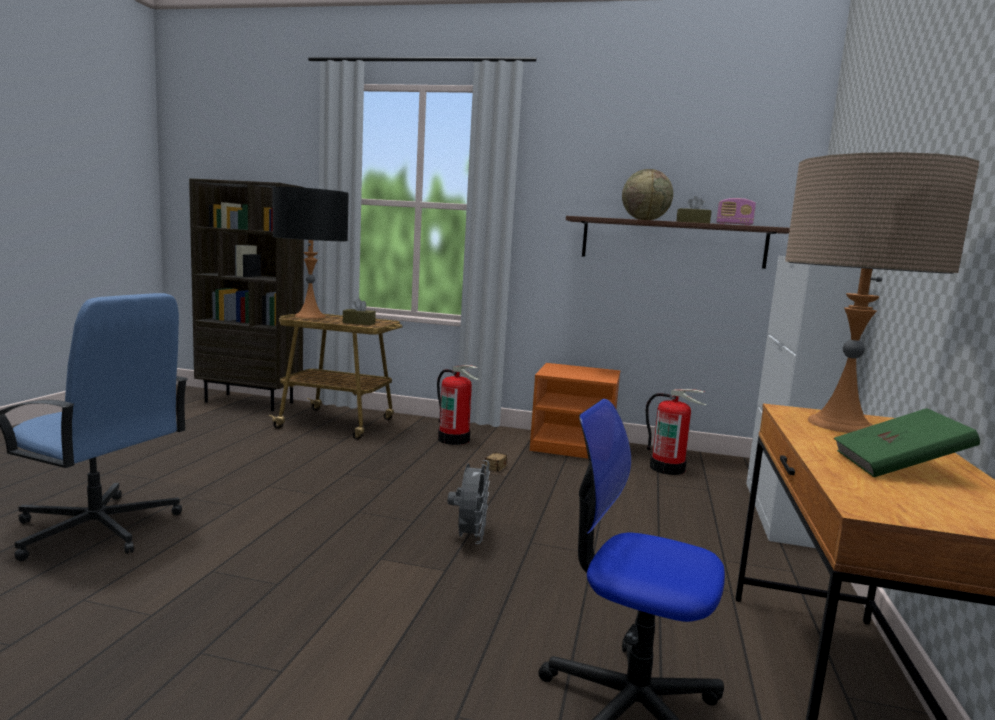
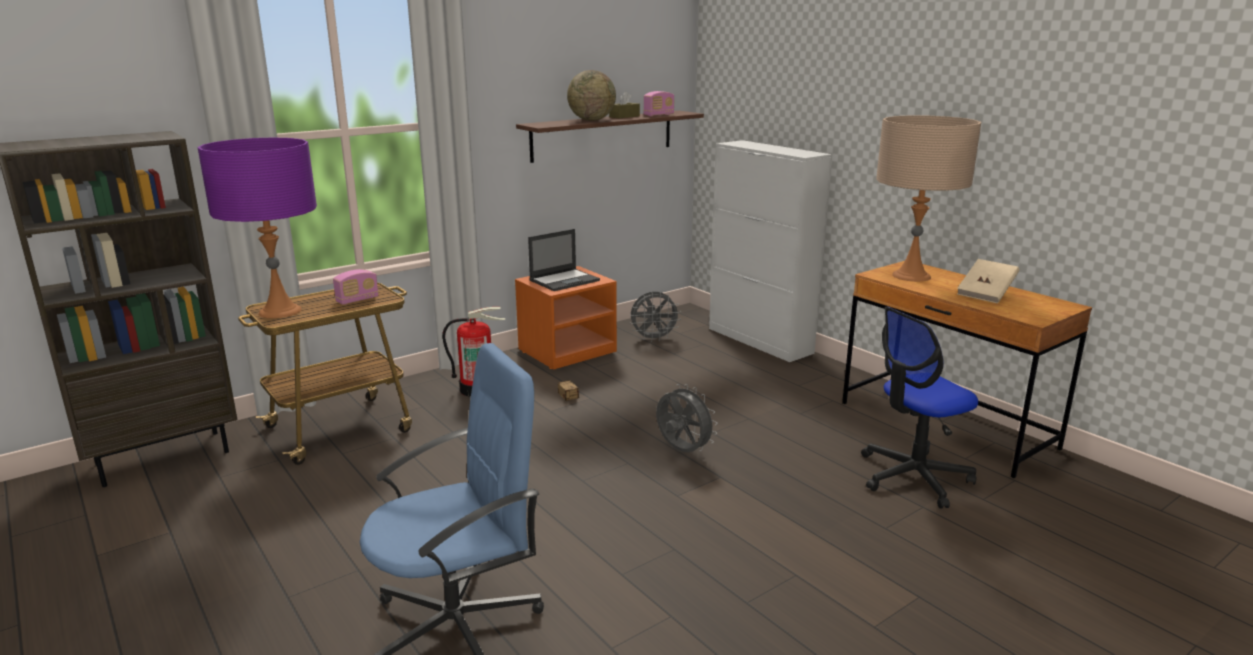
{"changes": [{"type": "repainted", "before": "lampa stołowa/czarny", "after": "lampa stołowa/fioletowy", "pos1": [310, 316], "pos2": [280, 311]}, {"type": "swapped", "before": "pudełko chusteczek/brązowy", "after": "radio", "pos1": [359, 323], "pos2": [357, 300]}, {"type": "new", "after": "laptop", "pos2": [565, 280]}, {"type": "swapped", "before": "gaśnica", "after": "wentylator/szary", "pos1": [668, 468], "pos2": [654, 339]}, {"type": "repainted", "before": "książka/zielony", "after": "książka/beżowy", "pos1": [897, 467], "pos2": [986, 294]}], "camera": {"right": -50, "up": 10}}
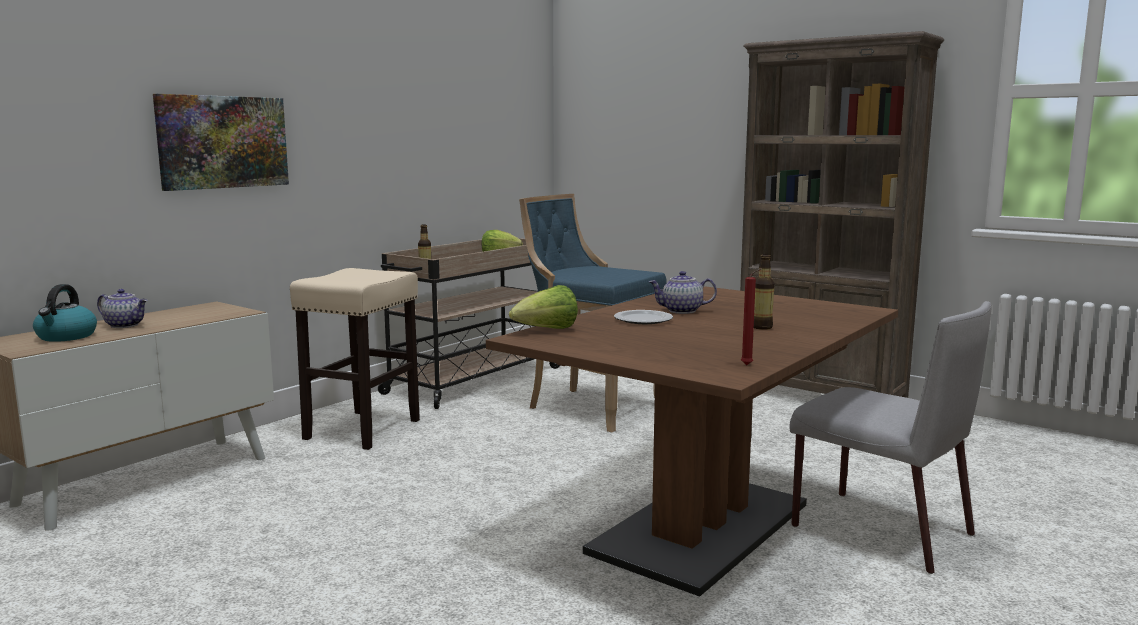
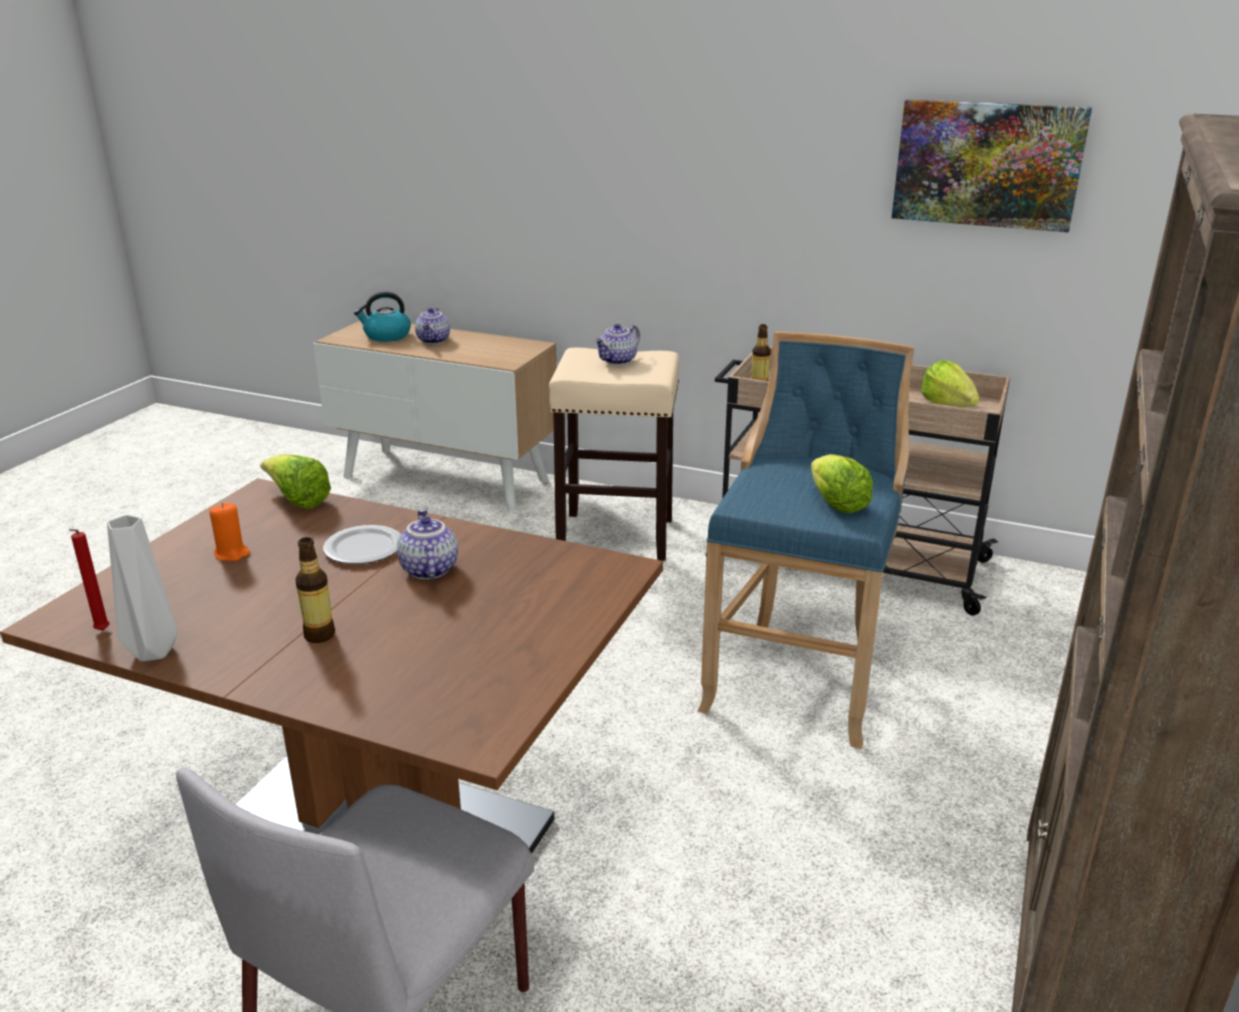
{"changes": [{"type": "new", "after": "wazon/szary", "pos2": [152, 651]}, {"type": "new", "after": "świeca/pomarańczowy", "pos2": [232, 554]}, {"type": "new", "after": "imbryk", "pos2": [618, 361]}, {"type": "new", "after": "sałata", "pos2": [836, 504]}, {"type": "shifted", "before": "obraz", "pos1": [223, 142], "pos2": [987, 164]}], "camera": {"right": 75, "up": 15}}
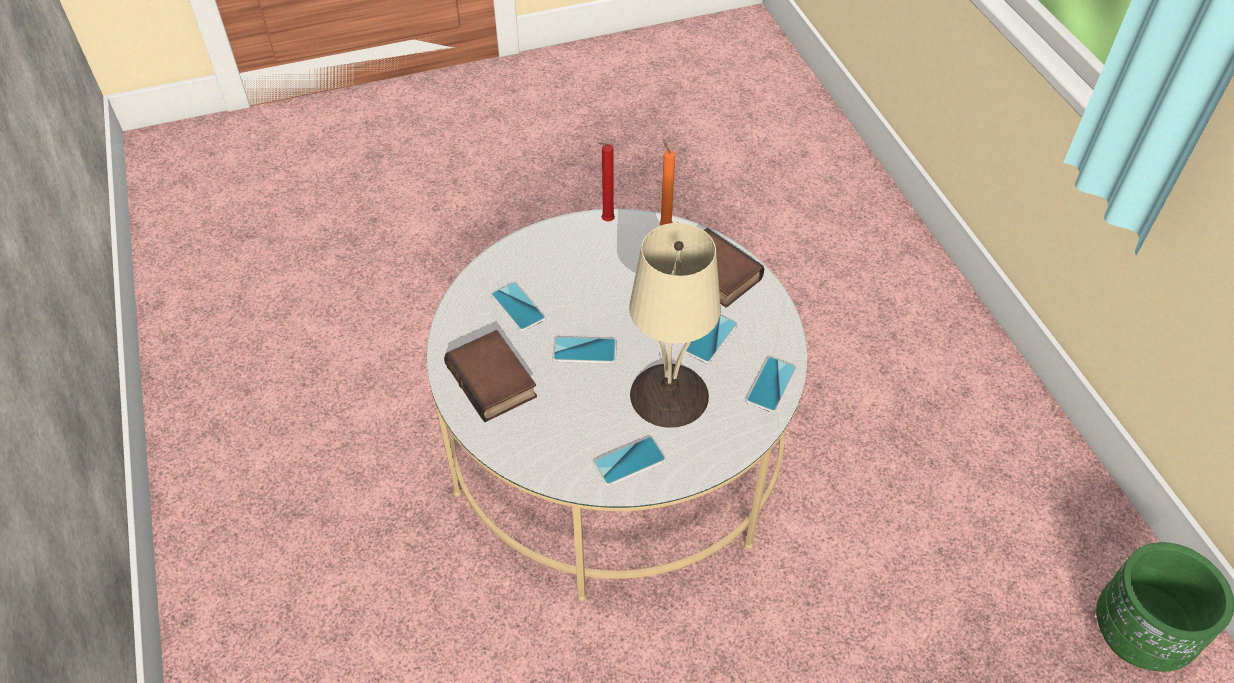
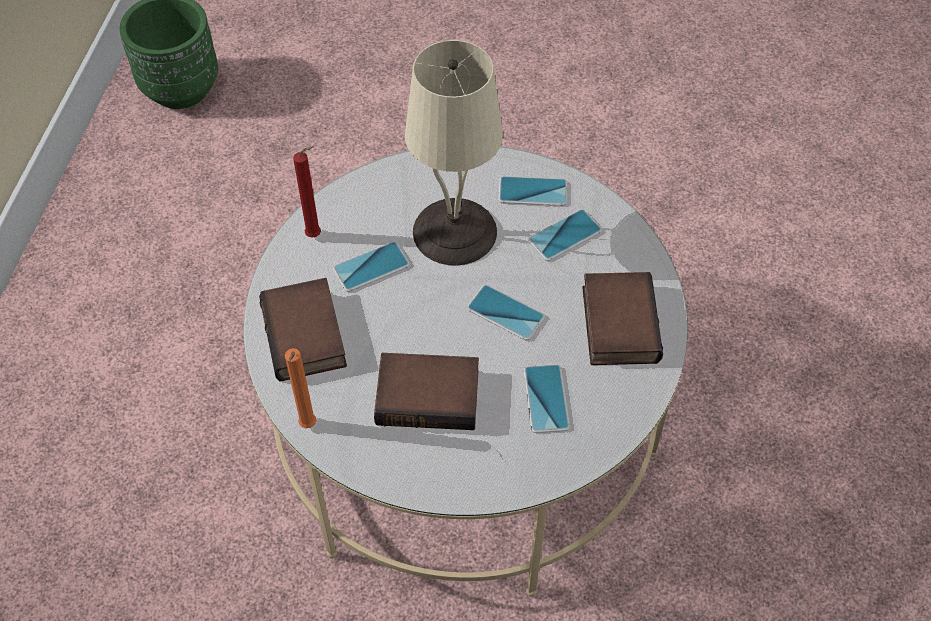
{"changes": [{"type": "shifted", "before": "świeca/czerwony", "pos1": [606, 221], "pos2": [316, 235]}, {"type": "new", "after": "książka", "pos2": [429, 395]}, {"type": "shifted", "before": "telefon", "pos1": [771, 385], "pos2": [564, 235]}], "camera": {"right": -150, "up": 5}}
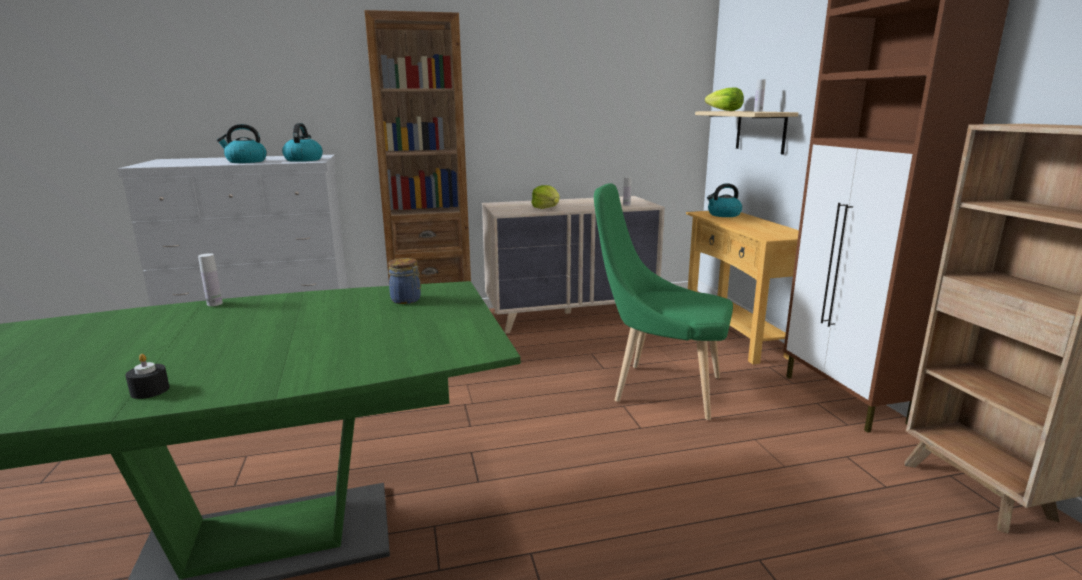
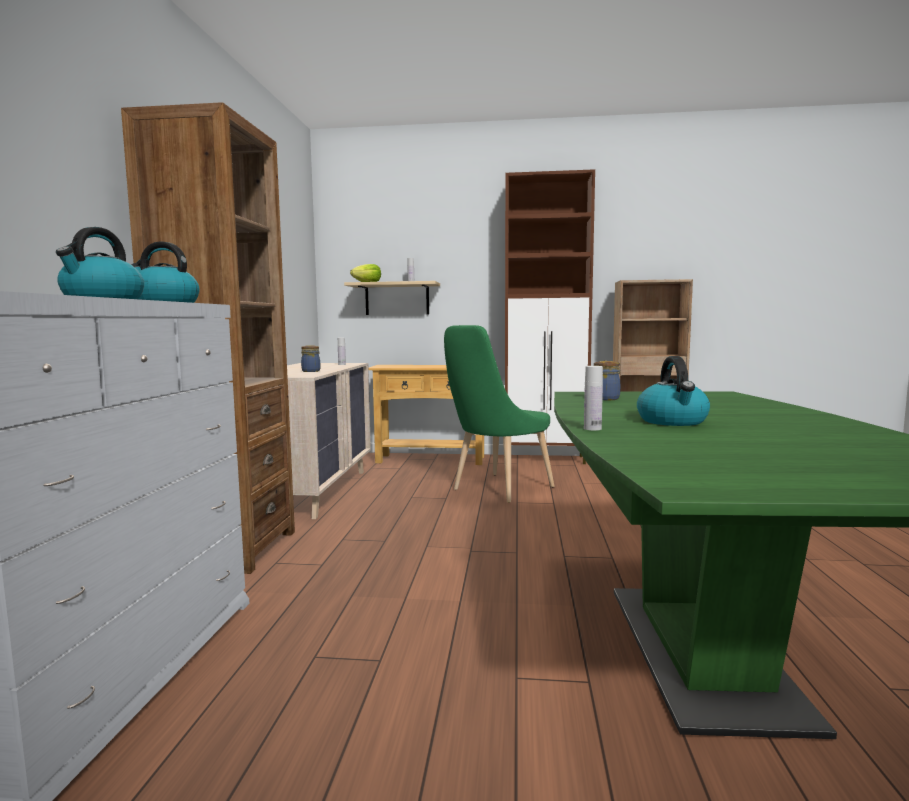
{"changes": [{"type": "swapped", "before": "sałata", "after": "słoik", "pos1": [546, 208], "pos2": [311, 371]}, {"type": "shifted", "before": "czajnik", "pos1": [723, 215], "pos2": [673, 421]}, {"type": "gone", "before": "świeca/czarny", "pos1": [150, 390]}], "camera": {"right": -70, "up": -10}}
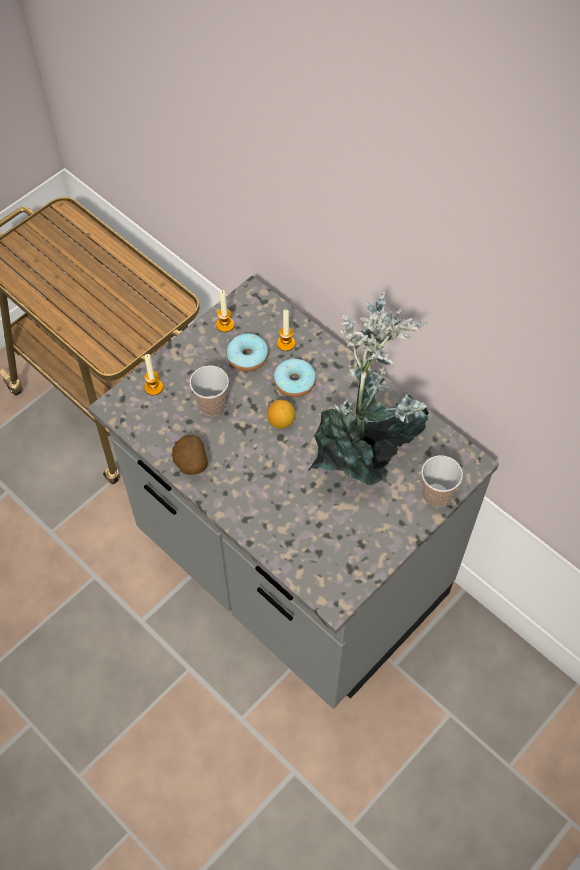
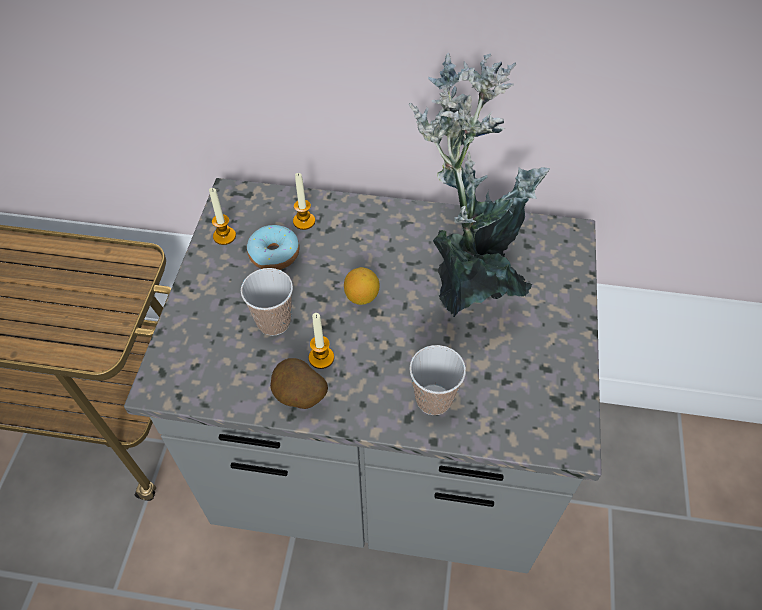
{"changes": [{"type": "shifted", "before": "świeca", "pos1": [153, 387], "pos2": [321, 358]}, {"type": "shifted", "before": "filiżanka", "pos1": [436, 495], "pos2": [433, 399]}, {"type": "gone", "before": "donut", "pos1": [294, 382]}], "camera": {"right": -35, "up": -5}}
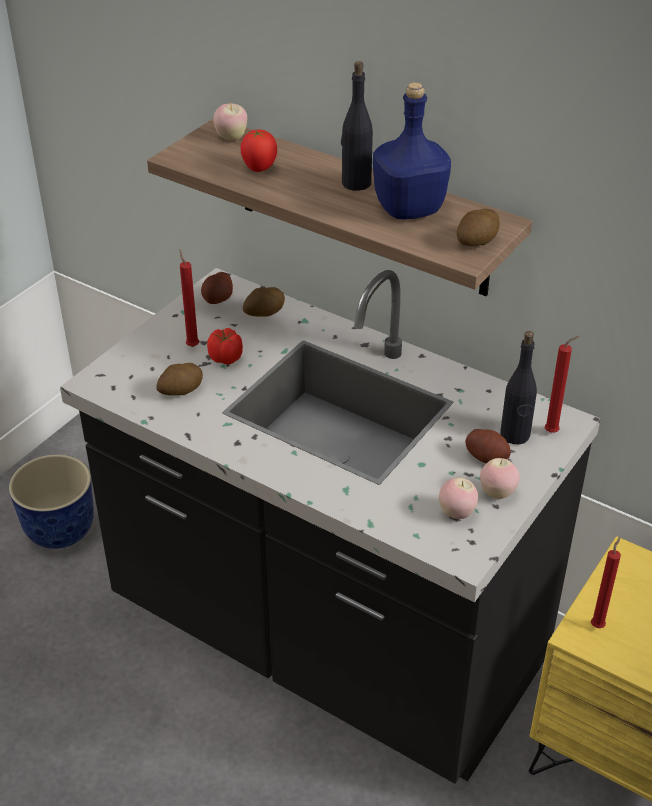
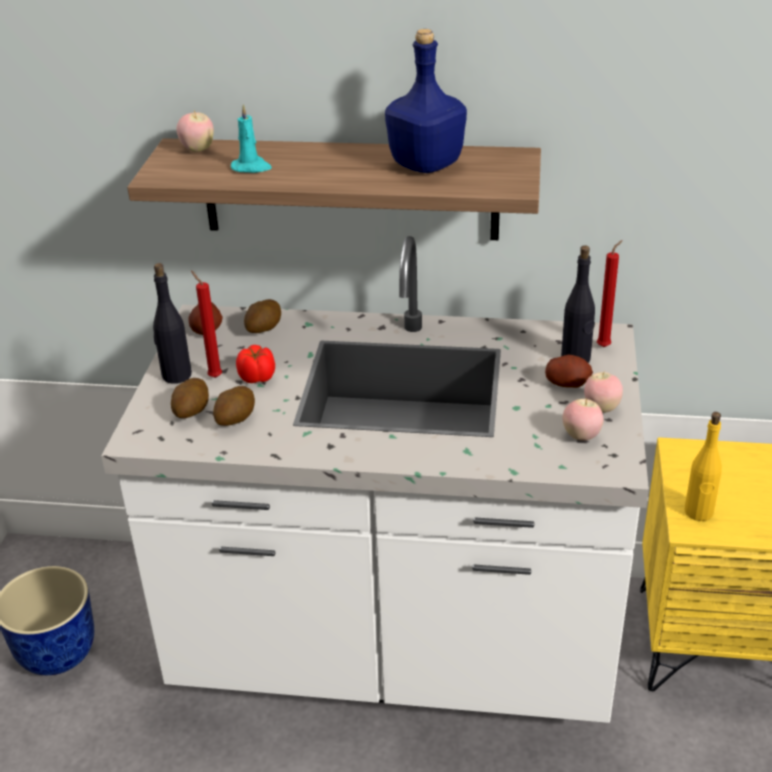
{"changes": [{"type": "repainted", "before": "zabudowa kuchenna/czarny", "after": "zabudowa kuchenna/biały", "pos1": [326, 638], "pos2": [395, 649]}, {"type": "shifted", "before": "butelka/czarny", "pos1": [356, 183], "pos2": [176, 375]}, {"type": "shifted", "before": "ziemniak", "pos1": [476, 242], "pos2": [192, 411]}, {"type": "swapped", "before": "pomidor", "after": "świeca/turkusowy", "pos1": [259, 169], "pos2": [251, 167]}, {"type": "swapped", "before": "świeca/czerwony", "after": "butelka/żółty", "pos1": [598, 624], "pos2": [698, 512]}], "camera": {"right": -25, "up": -5}}
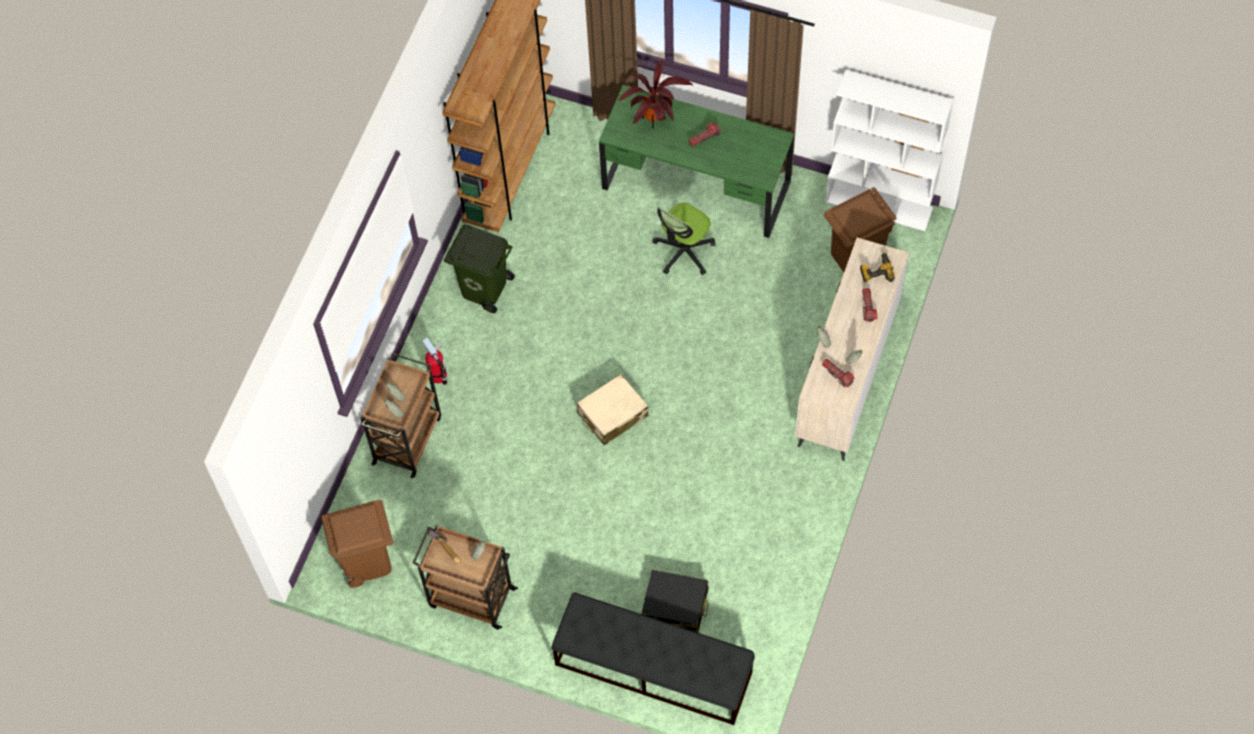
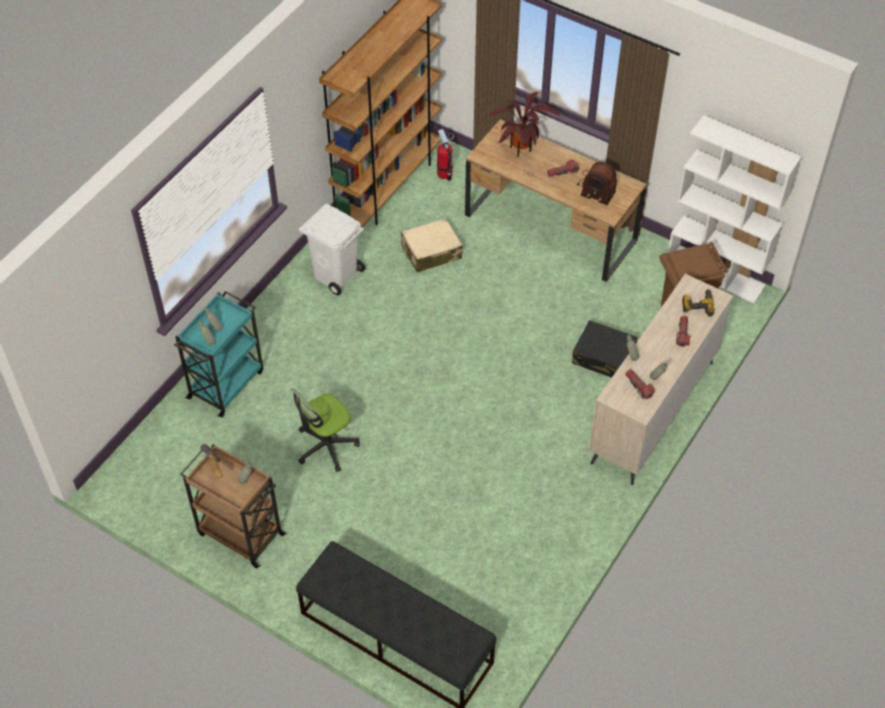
{"changes": [{"type": "repainted", "before": "wózek/brązowy", "after": "wózek/turkusowy", "pos1": [408, 438], "pos2": [227, 383]}, {"type": "shifted", "before": "krzesło biurowe", "pos1": [684, 251], "pos2": [326, 446]}, {"type": "repainted", "before": "kosz na śmieci/zielony", "after": "kosz na śmieci/biały", "pos1": [484, 288], "pos2": [336, 274]}, {"type": "shifted", "before": "walizka/beżowy", "pos1": [612, 414], "pos2": [431, 252]}, {"type": "shifted", "before": "gaśnica", "pos1": [438, 375], "pos2": [445, 173]}, {"type": "repainted", "before": "biurko/zielony", "after": "biurko/brązowy", "pos1": [696, 185], "pos2": [550, 228]}, {"type": "shifted", "before": "walizka/czarny", "pos1": [675, 605], "pos2": [603, 357]}, {"type": "new", "after": "radio", "pos2": [596, 187]}, {"type": "gone", "before": "kosz na śmieci/brązowy", "pos1": [367, 560]}], "camera": {"right": 10, "up": -10}}
